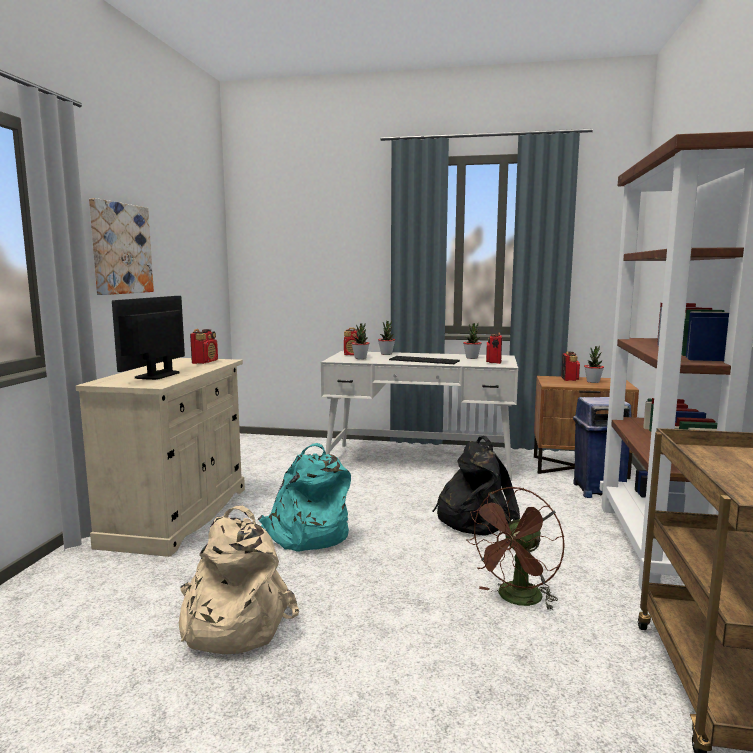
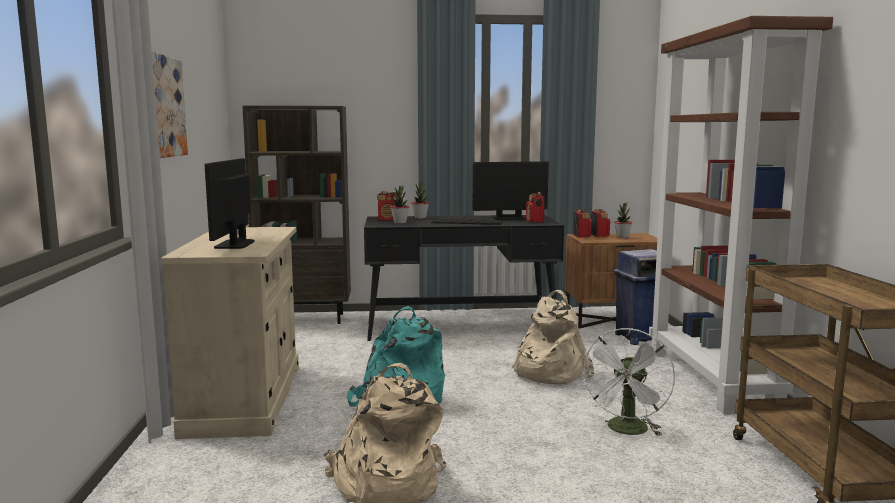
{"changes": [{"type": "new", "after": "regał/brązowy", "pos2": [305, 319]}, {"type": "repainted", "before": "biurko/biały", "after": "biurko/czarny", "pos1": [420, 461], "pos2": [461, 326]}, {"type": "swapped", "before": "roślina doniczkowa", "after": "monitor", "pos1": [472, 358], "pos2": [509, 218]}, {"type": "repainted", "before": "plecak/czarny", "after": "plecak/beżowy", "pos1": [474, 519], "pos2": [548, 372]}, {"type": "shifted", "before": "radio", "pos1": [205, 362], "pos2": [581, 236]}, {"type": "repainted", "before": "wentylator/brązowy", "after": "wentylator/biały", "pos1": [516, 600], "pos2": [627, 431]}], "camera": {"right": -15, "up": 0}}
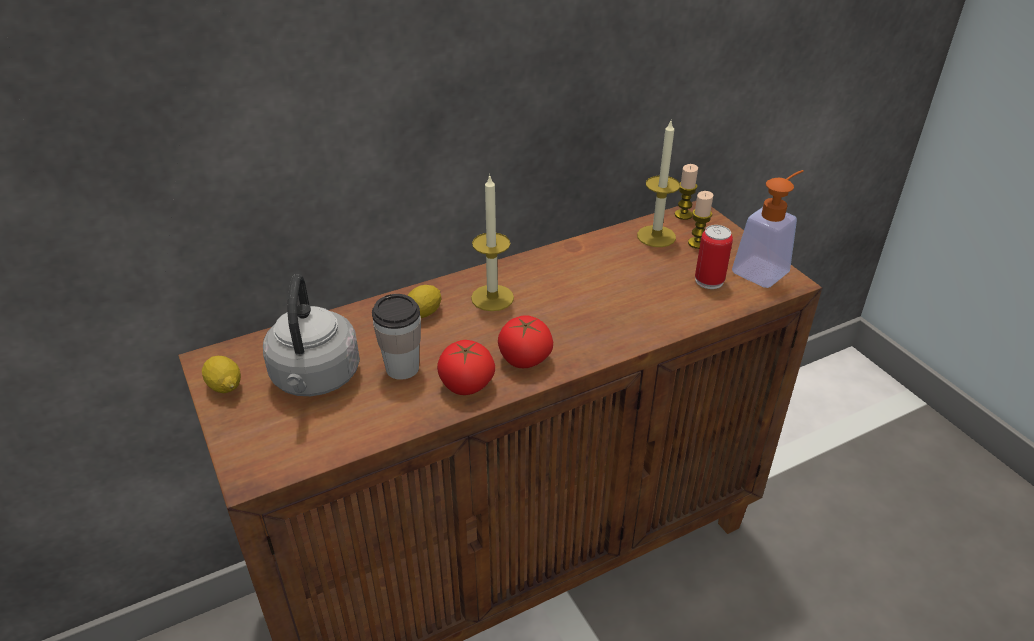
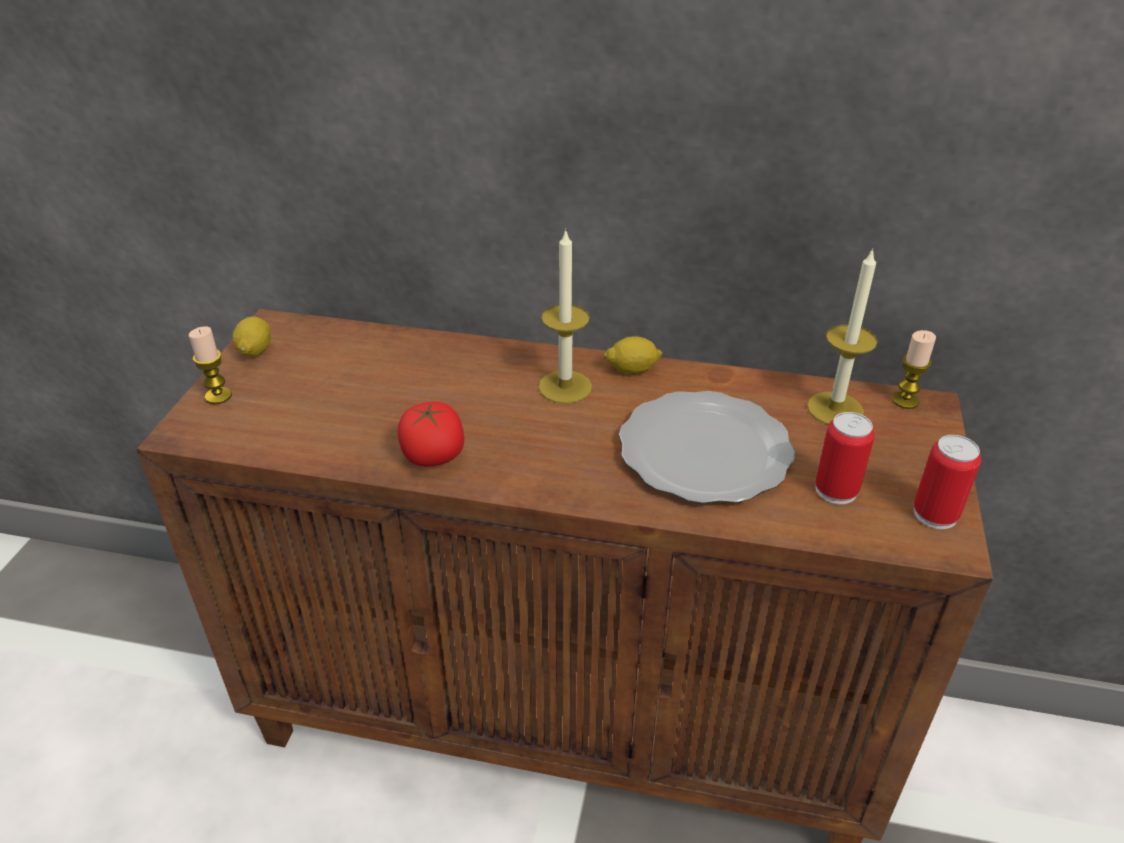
{"changes": [{"type": "shifted", "before": "świeca", "pos1": [697, 243], "pos2": [218, 396]}, {"type": "shifted", "before": "cytryna", "pos1": [424, 313], "pos2": [633, 369]}, {"type": "new", "after": "talerz", "pos2": [706, 452]}, {"type": "swapped", "before": "dozownik mydła", "after": "puszka", "pos1": [765, 268], "pos2": [935, 514]}, {"type": "gone", "before": "czajnik/szary", "pos1": [315, 379]}, {"type": "gone", "before": "filiżanka", "pos1": [402, 368]}, {"type": "gone", "before": "pomidor", "pos1": [524, 359]}], "camera": {"right": 40, "up": 0}}
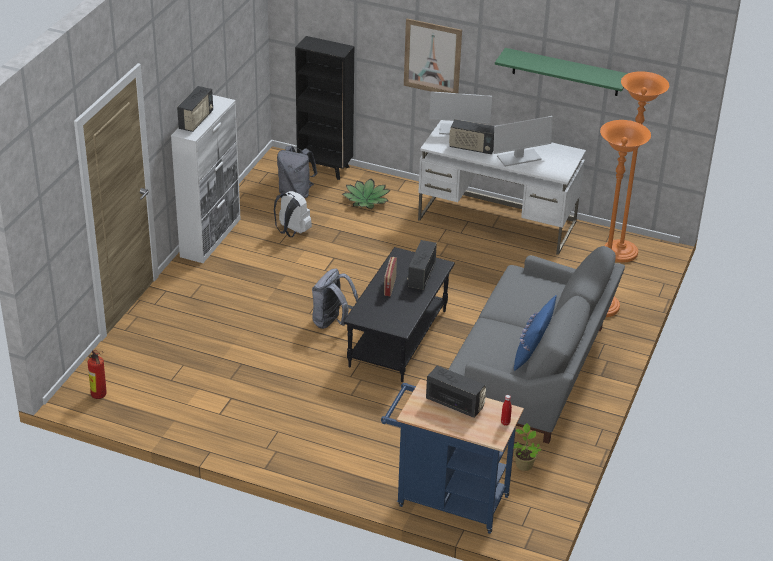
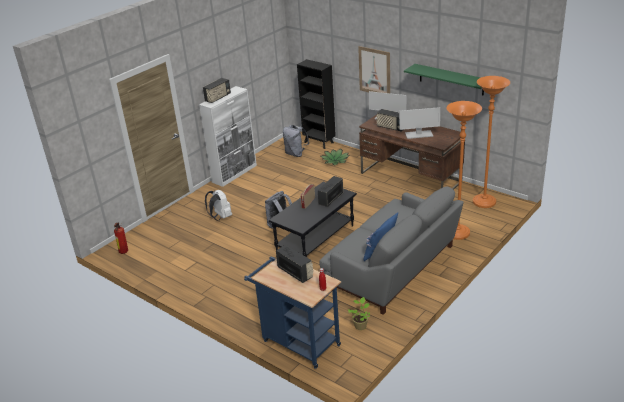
{"changes": [{"type": "shifted", "before": "plecak/biały", "pos1": [292, 232], "pos2": [220, 217]}, {"type": "repainted", "before": "biurko/biały", "after": "biurko/brązowy", "pos1": [498, 221], "pos2": [411, 178]}], "camera": {"right": 20, "up": -5}}
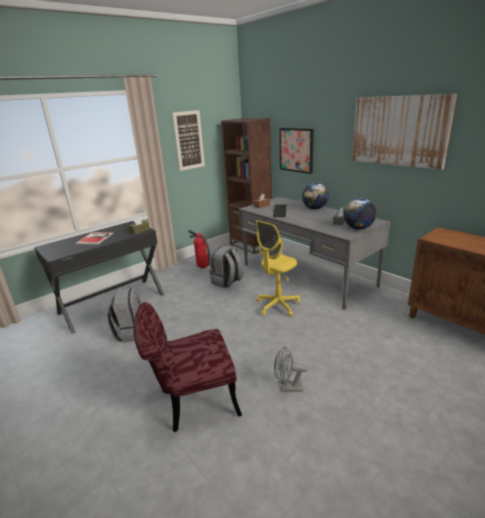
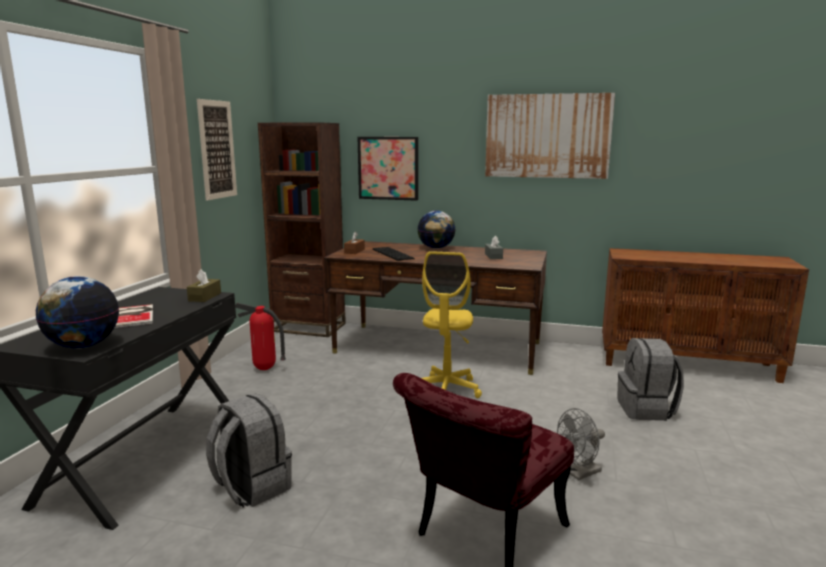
{"changes": [{"type": "shifted", "before": "globus", "pos1": [358, 228], "pos2": [83, 346]}, {"type": "repainted", "before": "biurko/szary", "after": "biurko/brązowy", "pos1": [307, 274], "pos2": [437, 347]}, {"type": "shifted", "before": "plecak/szary", "pos1": [227, 282], "pos2": [646, 410]}], "camera": {"right": -35, "up": -10}}
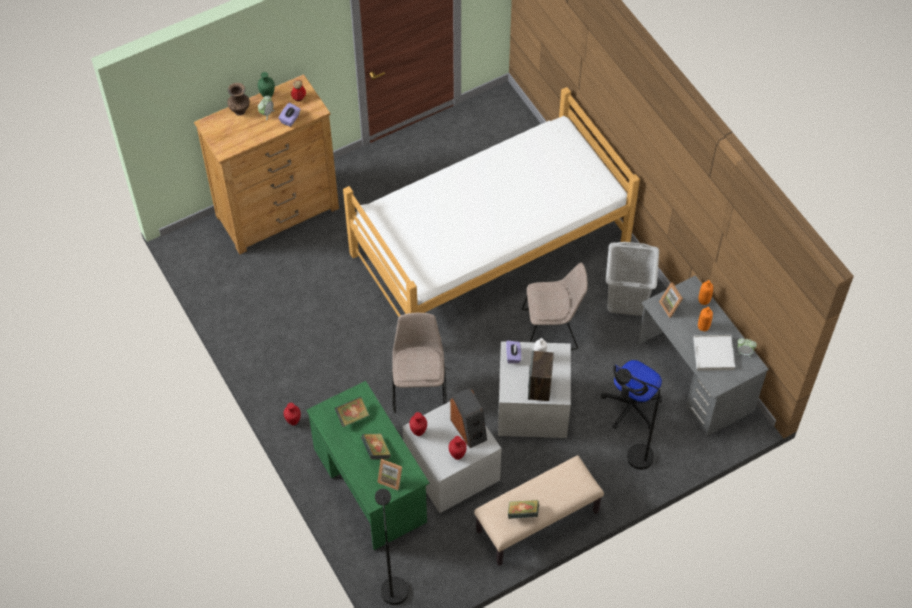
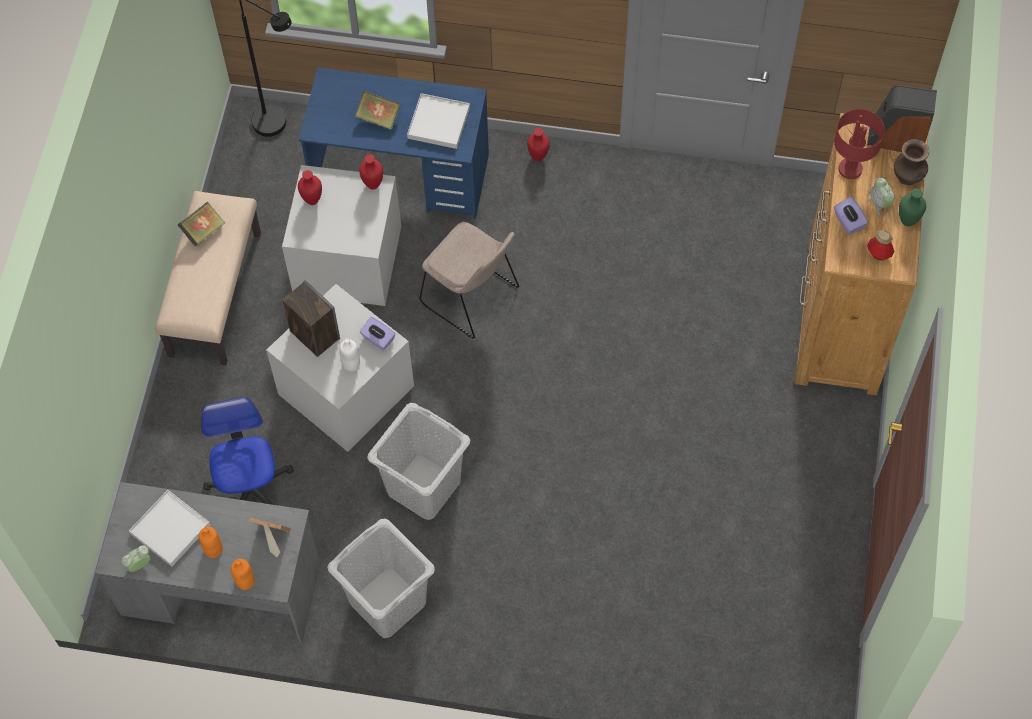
{"changes": [{"type": "repainted", "before": "biurko/zielony", "after": "biurko/niebieski", "pos1": [370, 485], "pos2": [401, 176]}, {"type": "swapped", "before": "krzesło/beżowy", "after": "kosz na pranie/szary", "pos1": [552, 329], "pos2": [423, 487]}, {"type": "swapped", "before": "książka", "after": "taca/biały", "pos1": [352, 416], "pos2": [438, 123]}, {"type": "new", "after": "lampa stołowa/czerwony", "pos2": [851, 169]}, {"type": "shifted", "before": "głośnik", "pos1": [469, 429], "pos2": [896, 138]}, {"type": "gone", "before": "łóżko", "pos1": [490, 249]}, {"type": "gone", "before": "ramka na zdjęcie", "pos1": [391, 478]}, {"type": "gone", "before": "lampa stojąca/czarny", "pos1": [632, 455]}], "camera": {"right": 130, "up": 5}}
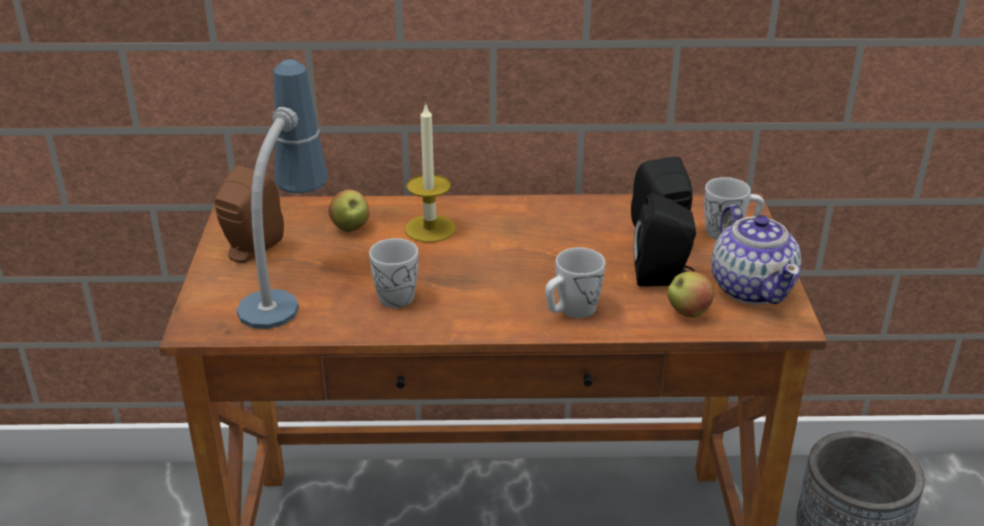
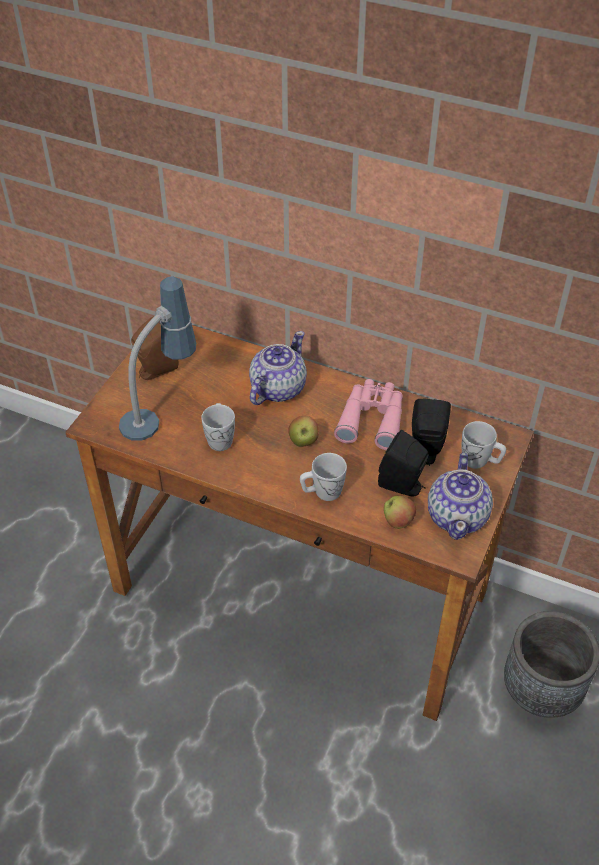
{"changes": [{"type": "swapped", "before": "świeca", "after": "imbryk", "pos1": [430, 229], "pos2": [277, 389]}, {"type": "shifted", "before": "jabłko", "pos1": [350, 228], "pos2": [303, 441]}, {"type": "new", "after": "lornetka/różowy", "pos2": [372, 419]}], "camera": {"right": 25, "up": 15}}
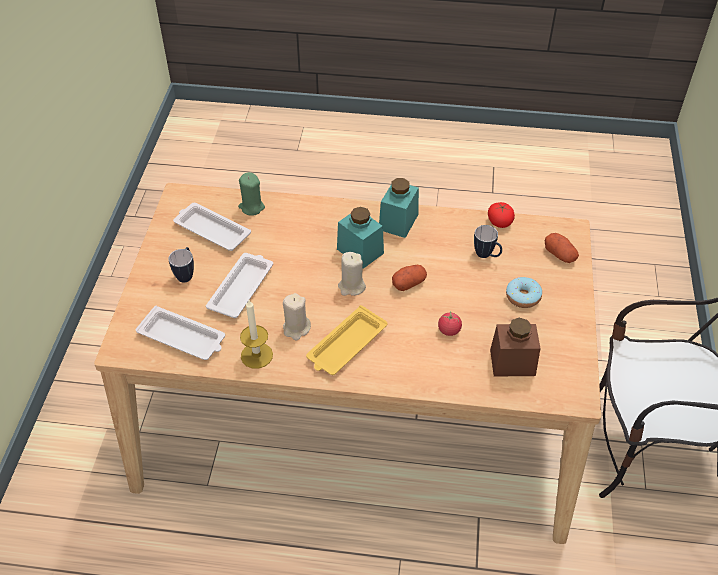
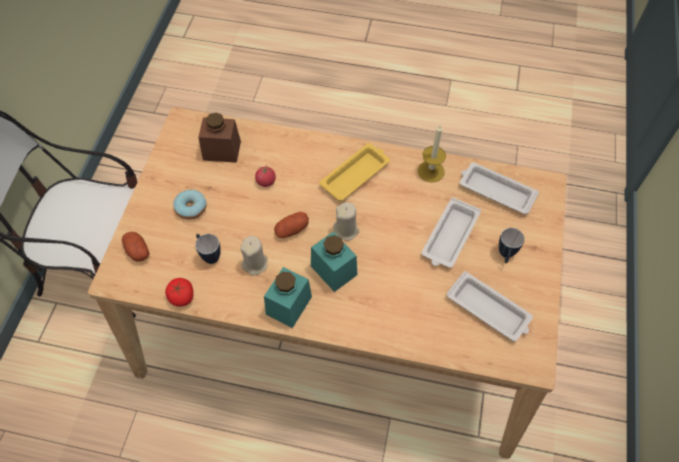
{"changes": [{"type": "shifted", "before": "świeca/beżowy", "pos1": [296, 328], "pos2": [255, 263]}, {"type": "gone", "before": "świeca/zielony", "pos1": [251, 207]}], "camera": {"right": -175, "up": 10}}
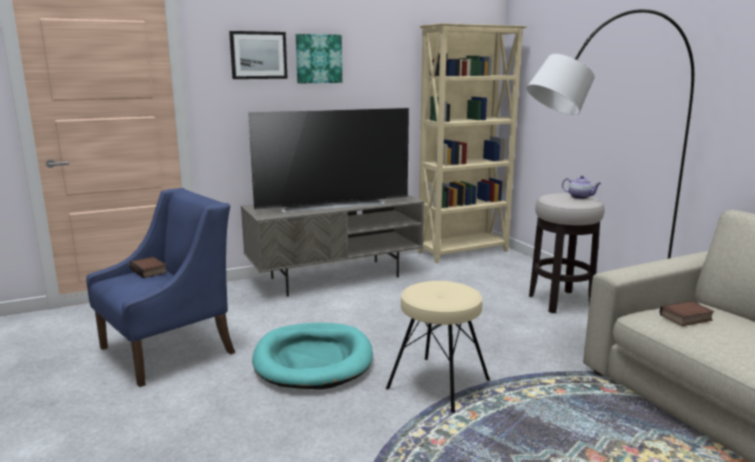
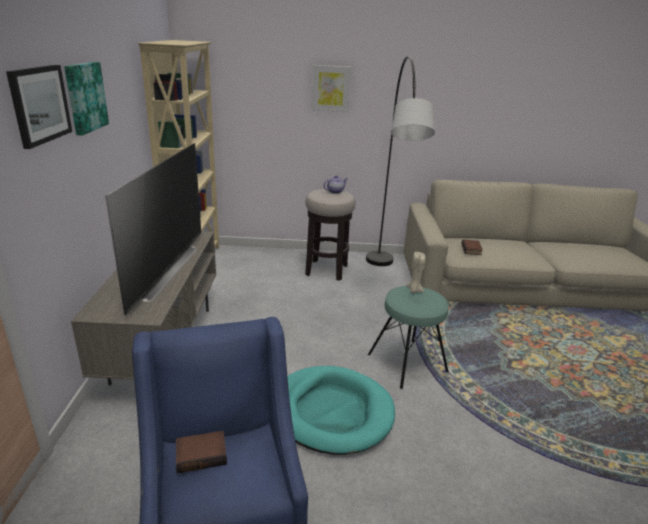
{"changes": [{"type": "new", "after": "obraz", "pos2": [330, 88]}, {"type": "repainted", "before": "stołek/beżowy", "after": "stołek/turkusowy", "pos1": [438, 384], "pos2": [407, 363]}, {"type": "new", "after": "świeca/beżowy", "pos2": [414, 290]}], "camera": {"right": -65, "up": 10}}
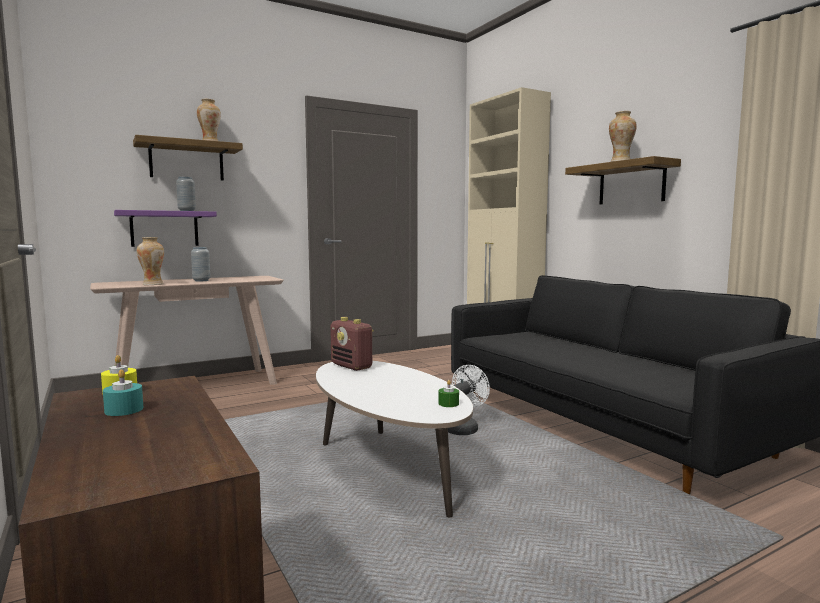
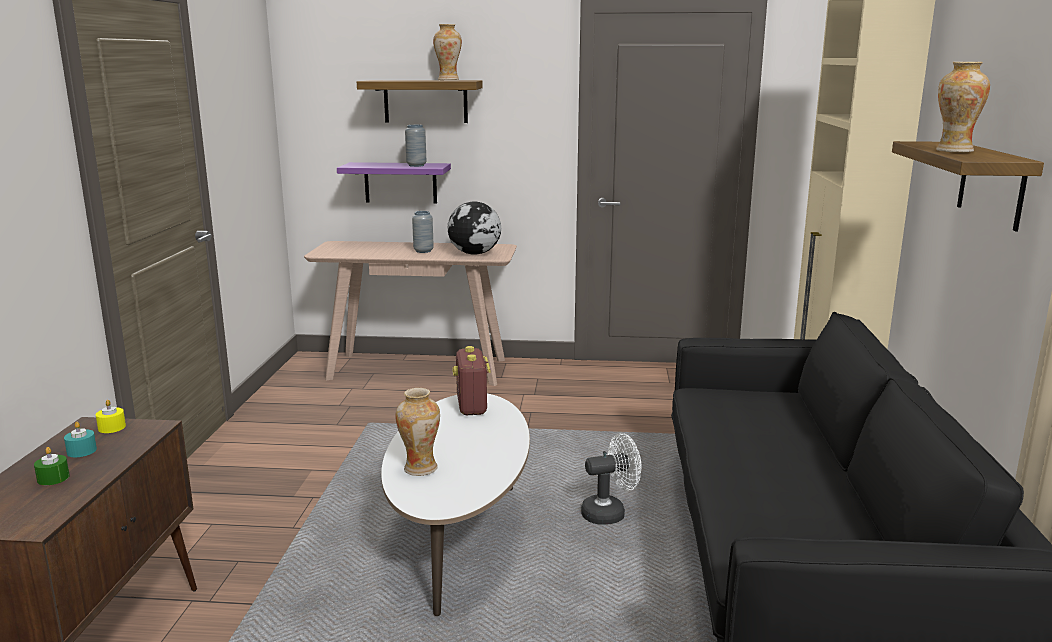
{"changes": [{"type": "shifted", "before": "świeca/zielony", "pos1": [448, 403], "pos2": [53, 478]}, {"type": "shifted", "before": "wazon", "pos1": [152, 284], "pos2": [420, 468]}, {"type": "new", "after": "globus", "pos2": [474, 254]}], "camera": {"right": 35, "up": 10}}
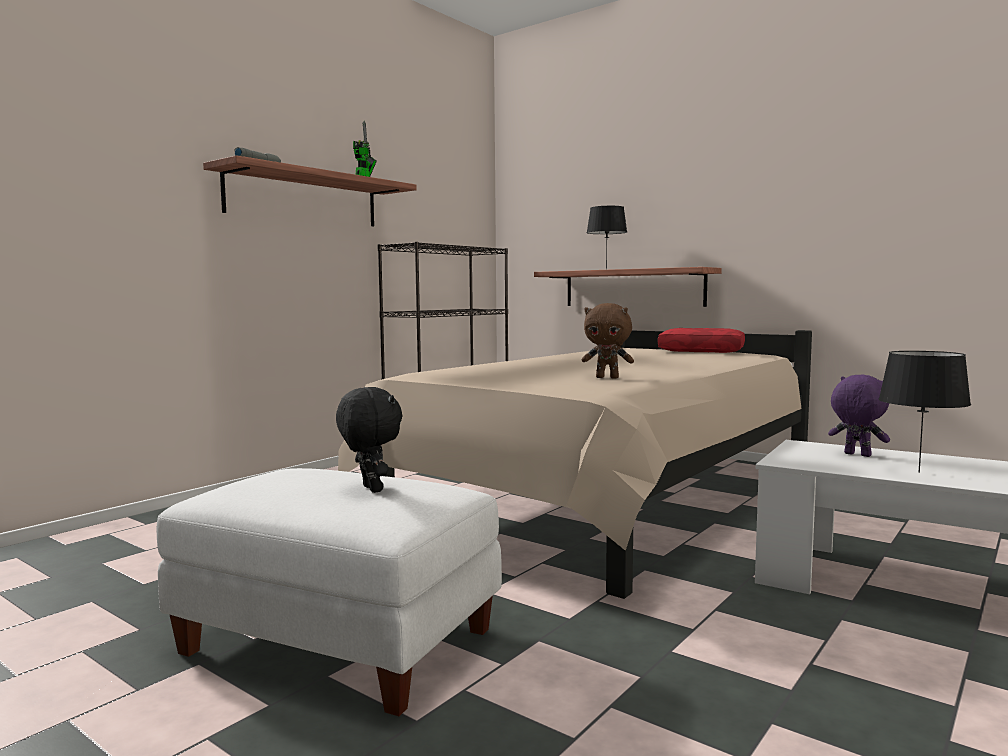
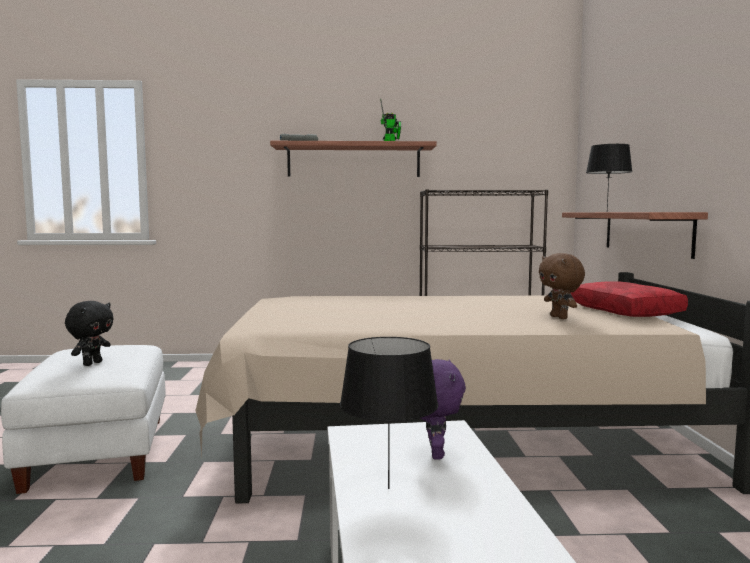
{"changes": [{"type": "shifted", "before": "pluszak/brązowy", "pos1": [607, 377], "pos2": [560, 317]}], "camera": {"right": 50, "up": 0}}
